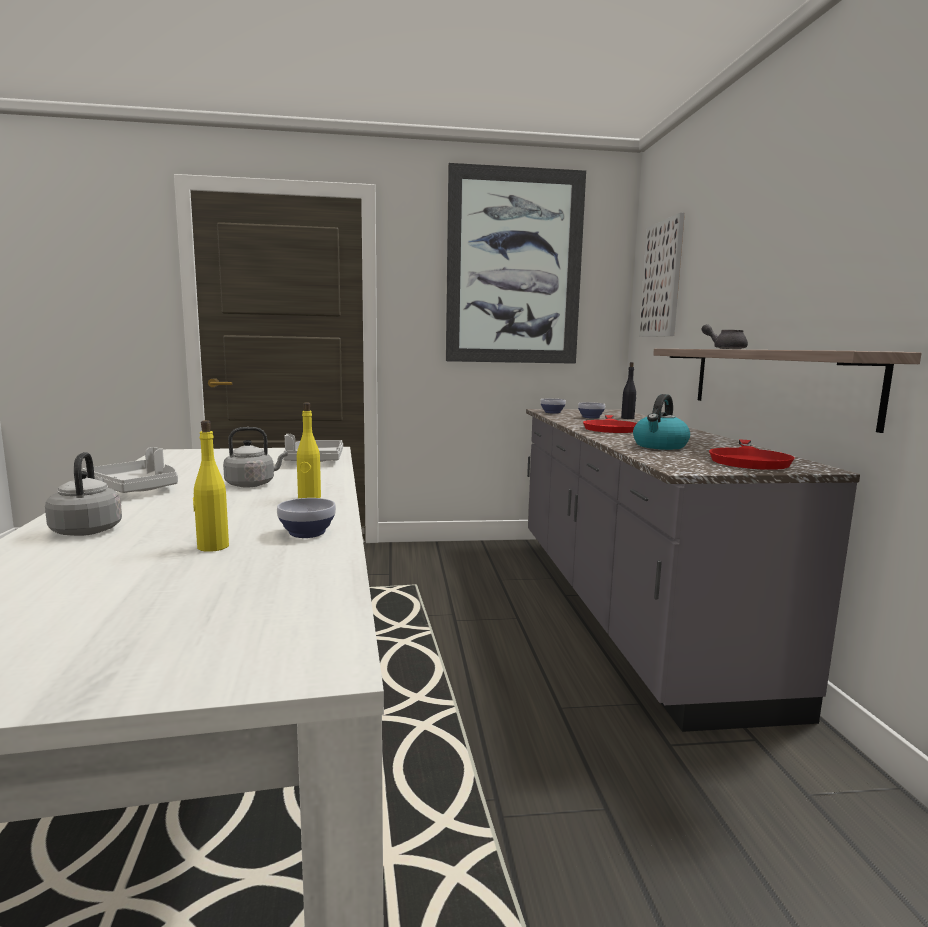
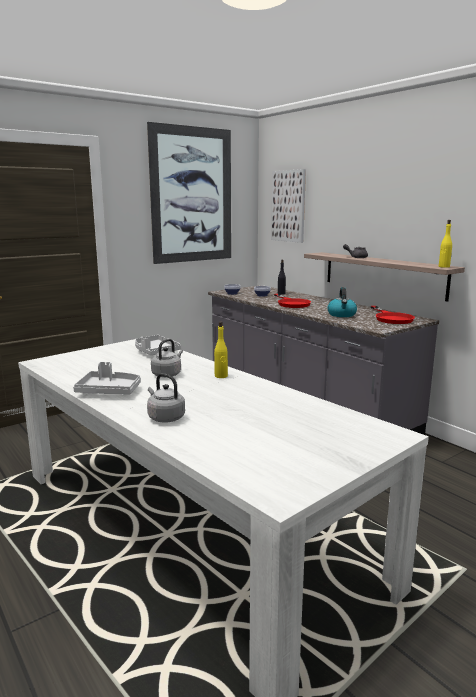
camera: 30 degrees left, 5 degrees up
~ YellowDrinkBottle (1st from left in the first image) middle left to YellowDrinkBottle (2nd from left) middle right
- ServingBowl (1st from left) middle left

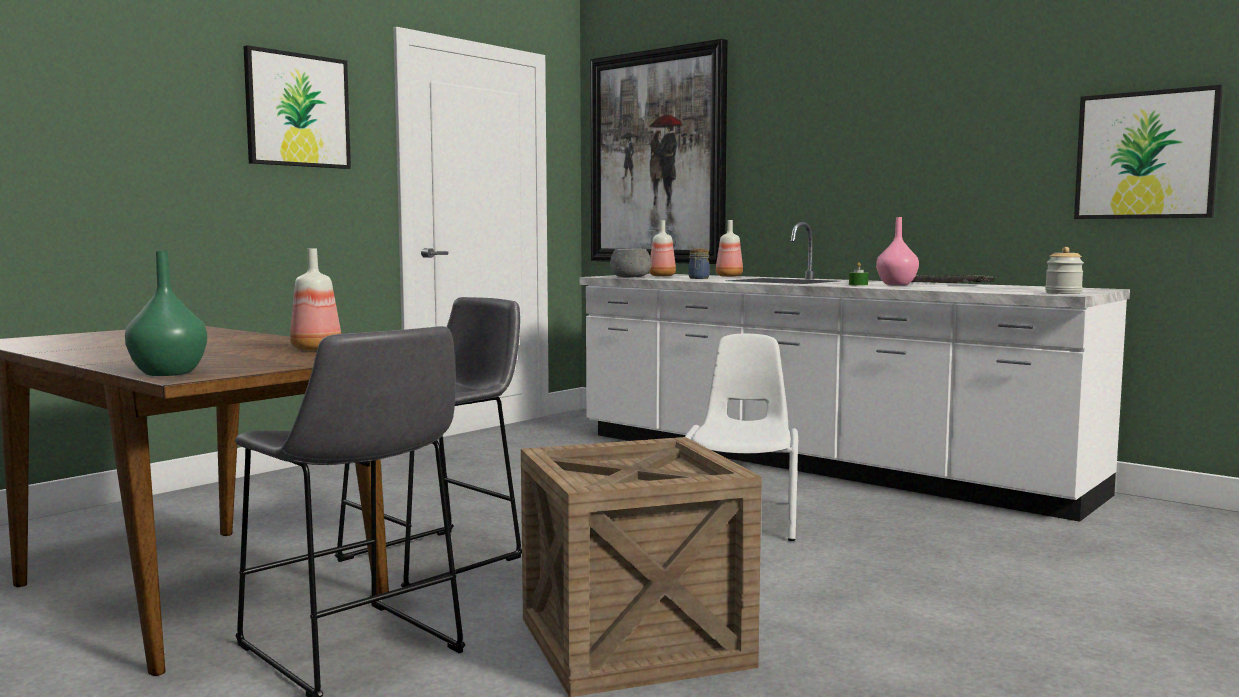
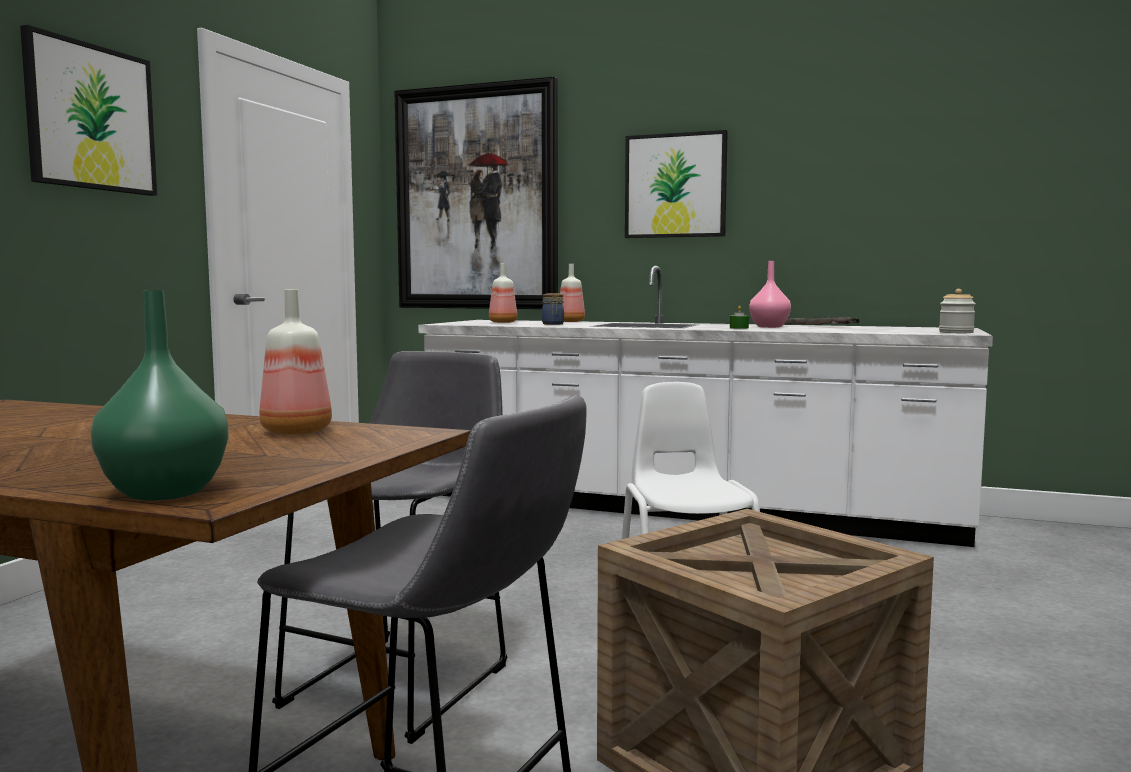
camera: 20 degrees left, 0 degrees up
~ WallArt (3rd from left) top right to top centre
- GreyishServingBowl centre

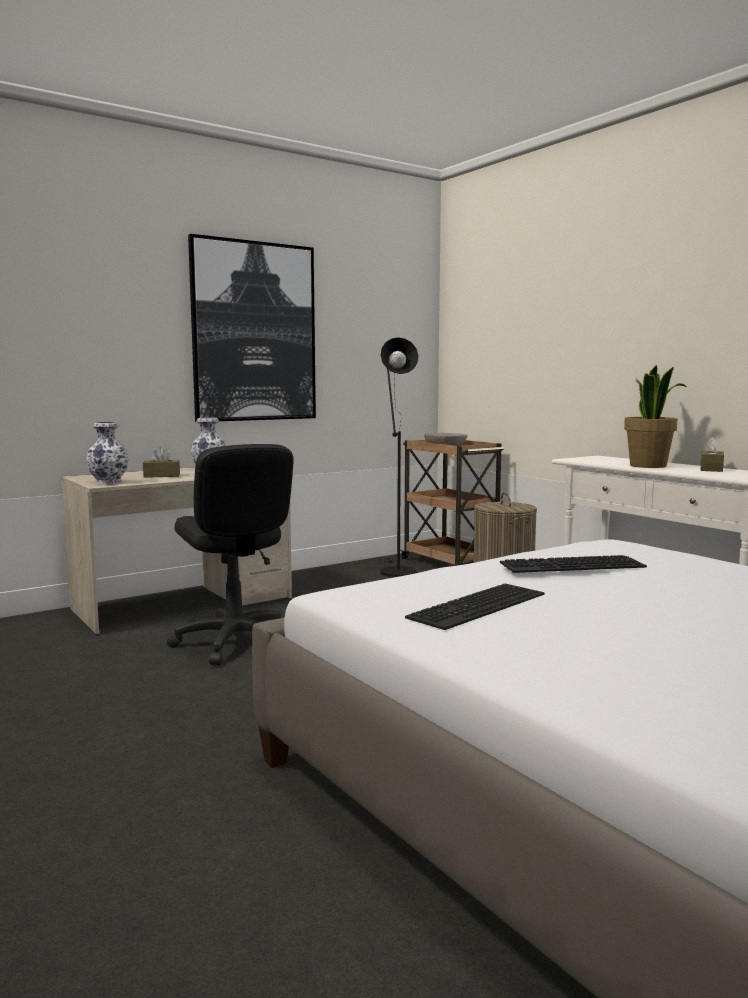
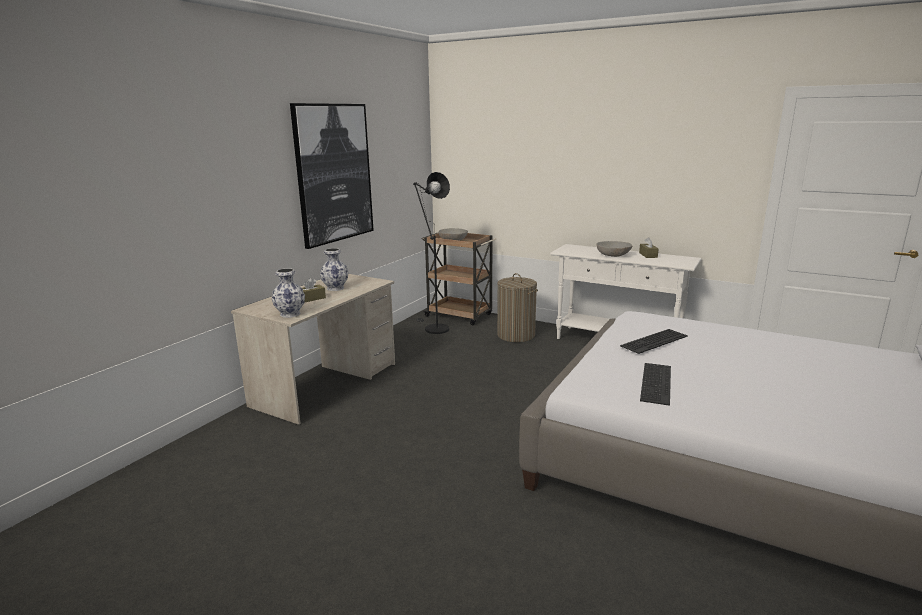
camera: 25 degrees left, 10 degrees up
~ PottedPlant middle right to GreyishServingBowl (2nd from left) centre
- BlackishOfficeChair middle left

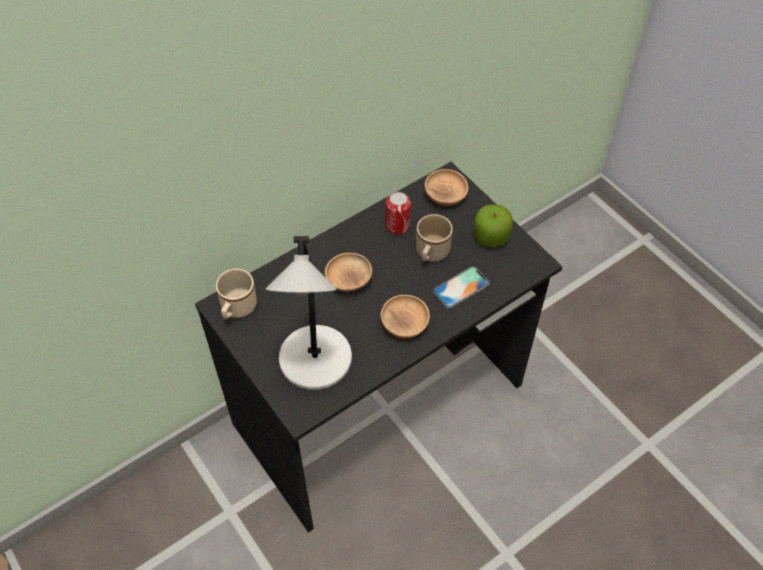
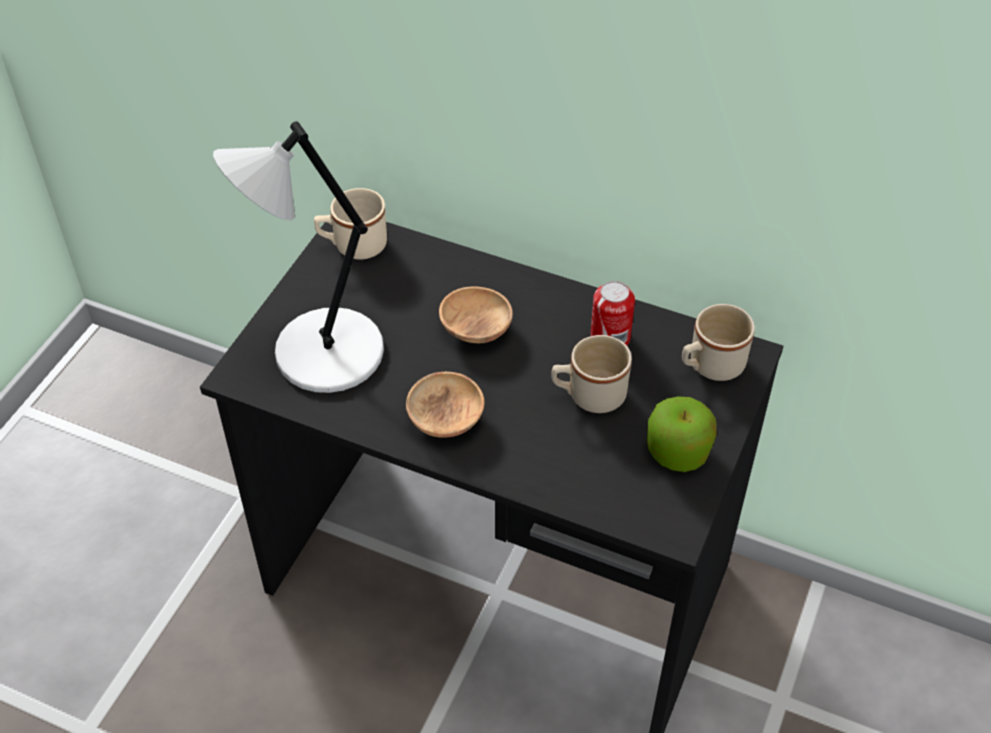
camera: 60 degrees right, 5 degrees down
~ BrownishServingBowl (3rd from left) top centre to SandColouredMug (3rd from left) middle right
- Telephone centre

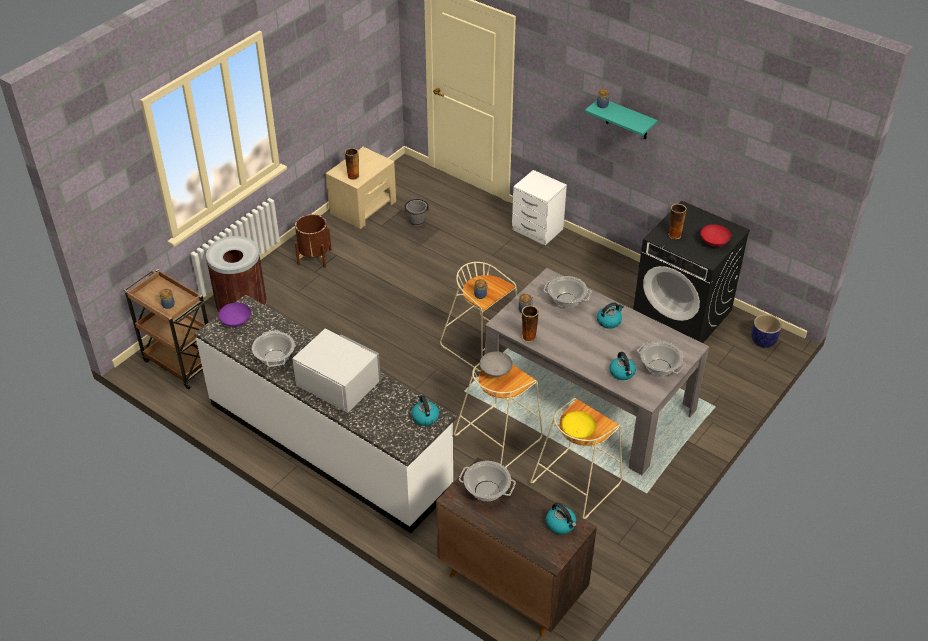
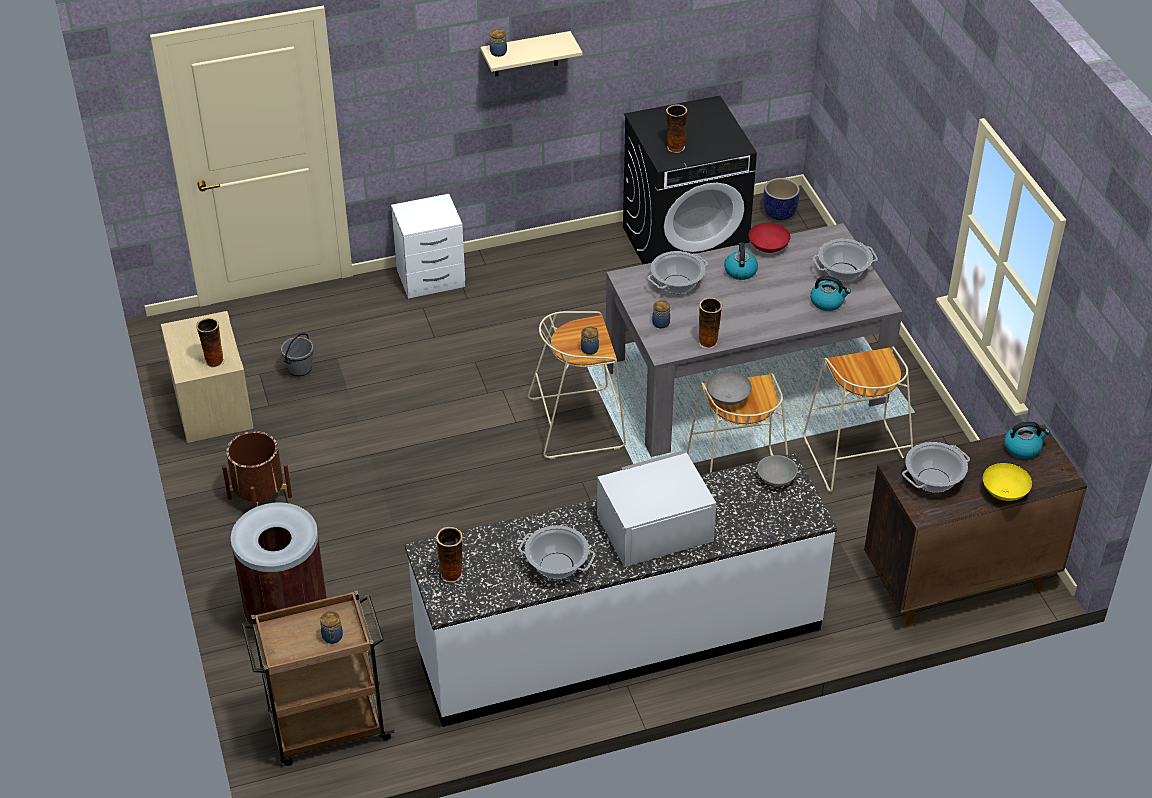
camera: 55 degrees left, 0 degrees up
~ TurquoiseBracketShelf top right to SandColouredBracketShelf top centre
~ RedServingBowl middle right to top right
~ PurplishServingBowl middle left to DecorativeVase (2nd from left) bottom centre
~ Kettle (1st from left) centre to GreyishServingBowl (2nd from left) middle right
~ YellowServingBowl centre to middle right

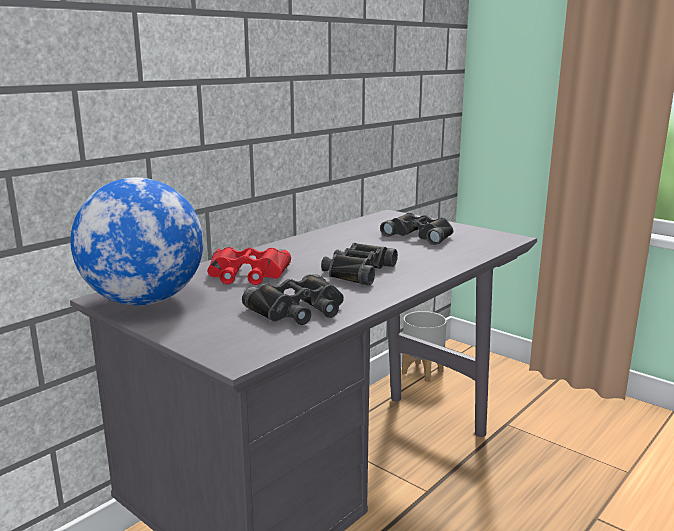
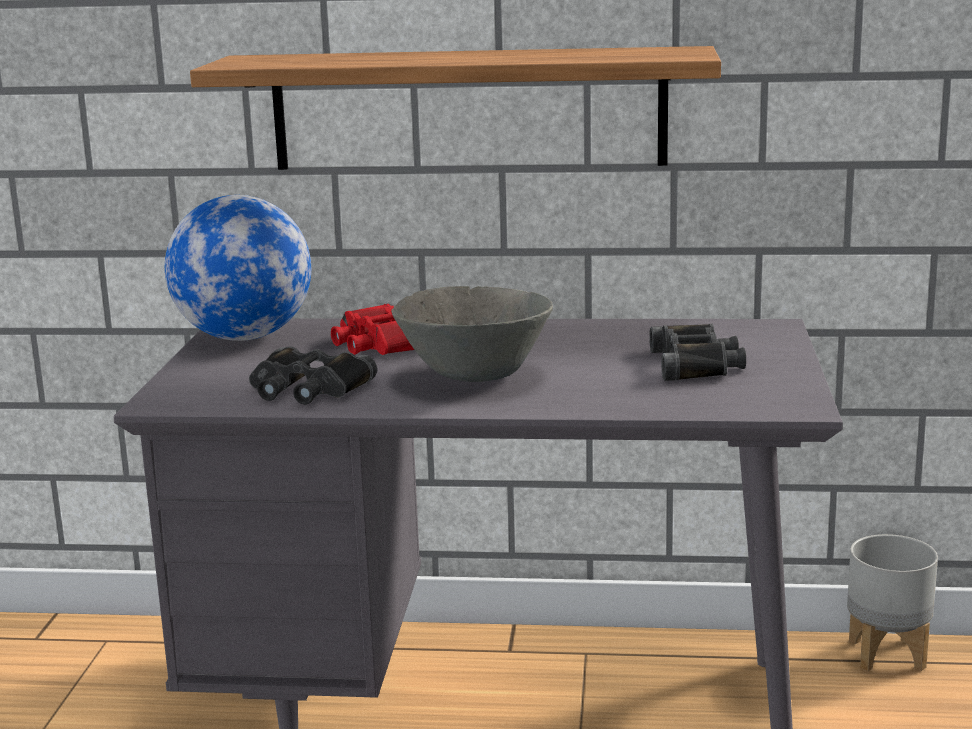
camera: 55 degrees right, 0 degrees up
~ BlackishBinoculars (2nd from left) centre to GreyishServingBowl centre
+ BracketShelf top centre

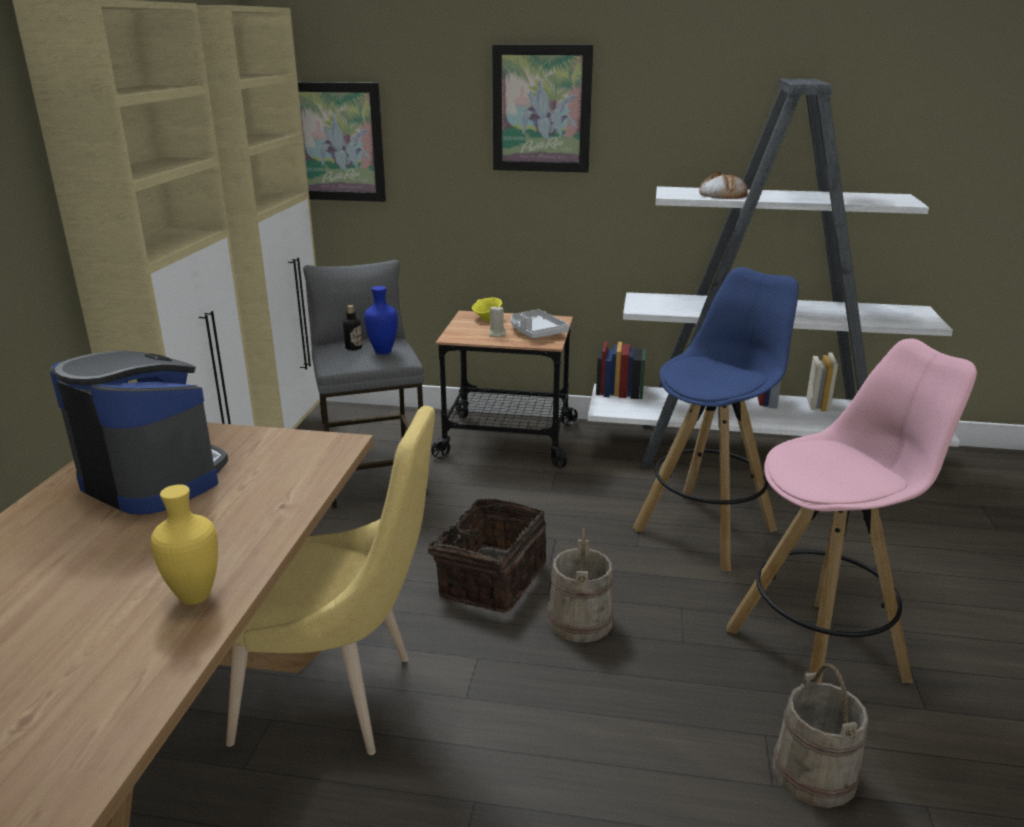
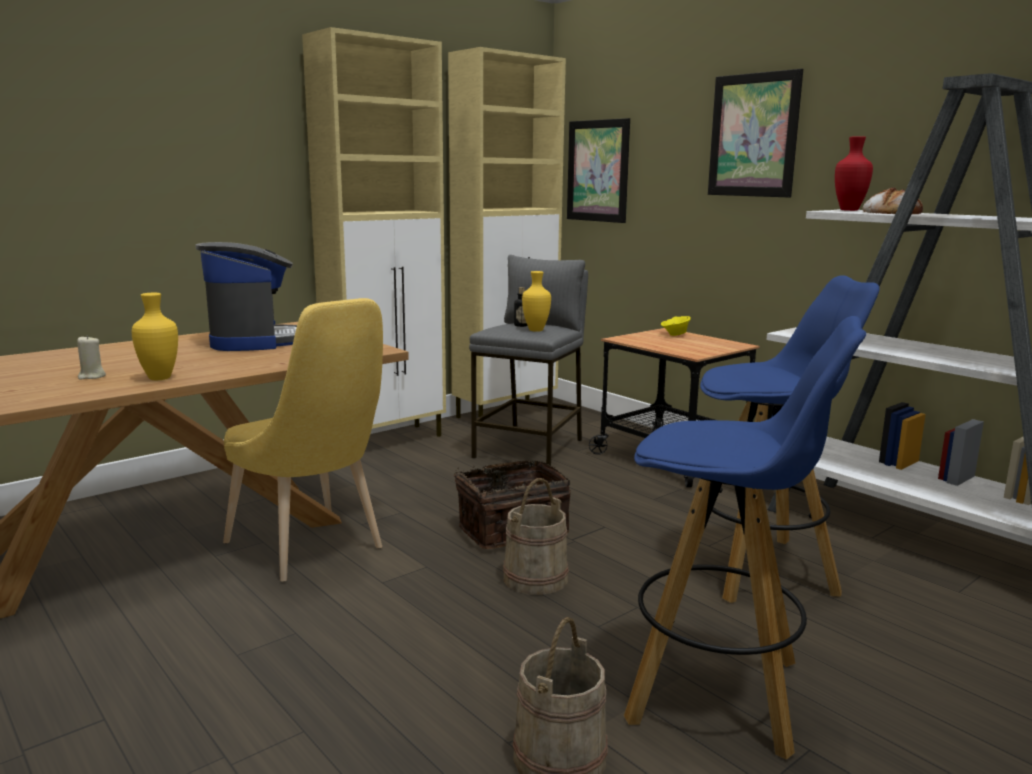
camera: 40 degrees right, 10 degrees down
~ BluishDecorativeVase centre to YellowDecorativeVase (2nd from left) centre
~ SandColouredWaxCandle centre to middle left
- GreyishCarryingTray centre
~ PinkSittingStool middle right to BluishSittingStool (1st from left) bottom right
+ RedDecorativeVase top right

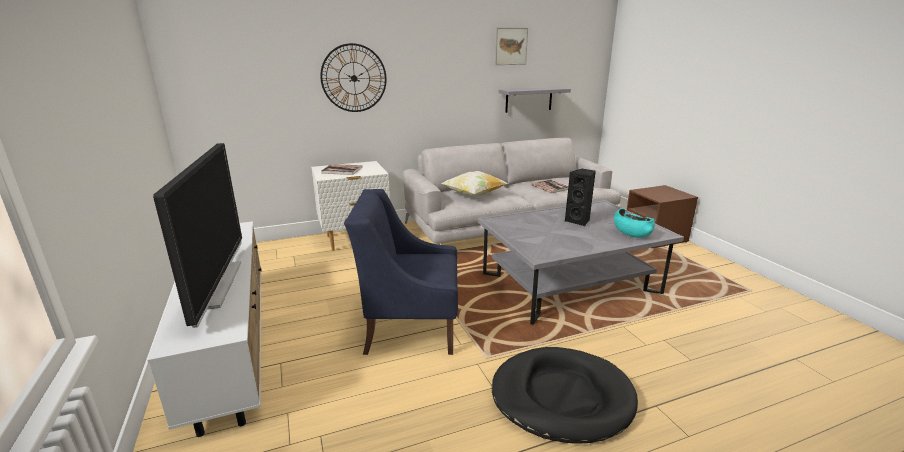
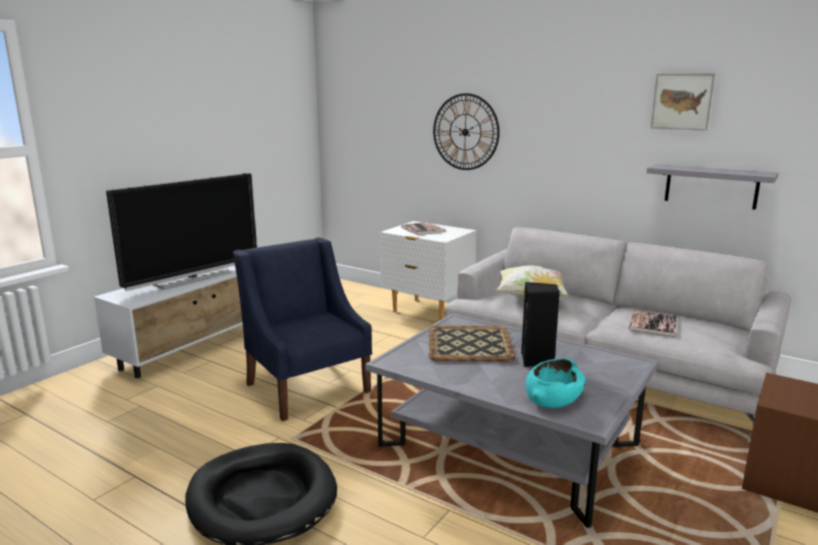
camera: 55 degrees right, 5 degrees down
+ CarryingTray centre

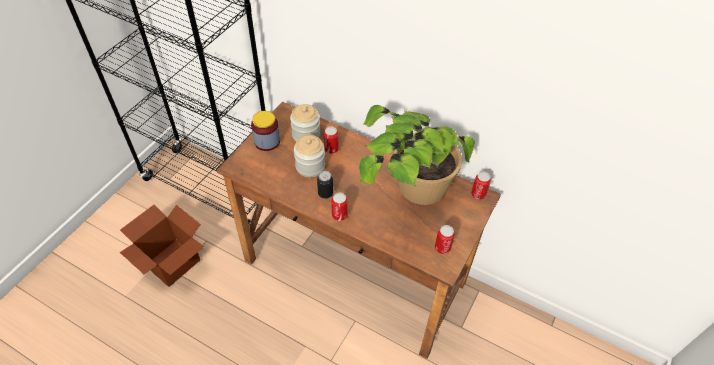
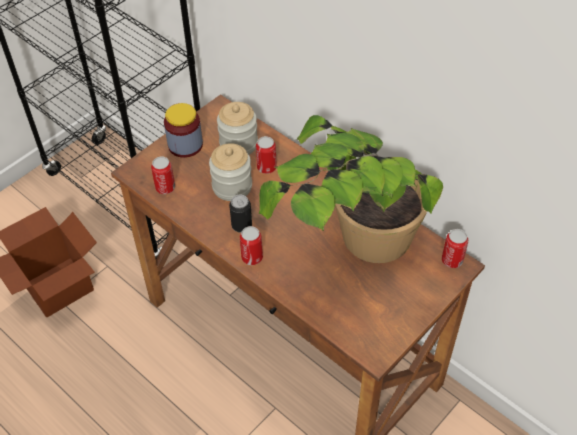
camera: 15 degrees right, 0 degrees up
~ MetalCan (4th from left in the first image) centre to MetalCan (1st from left) middle left

